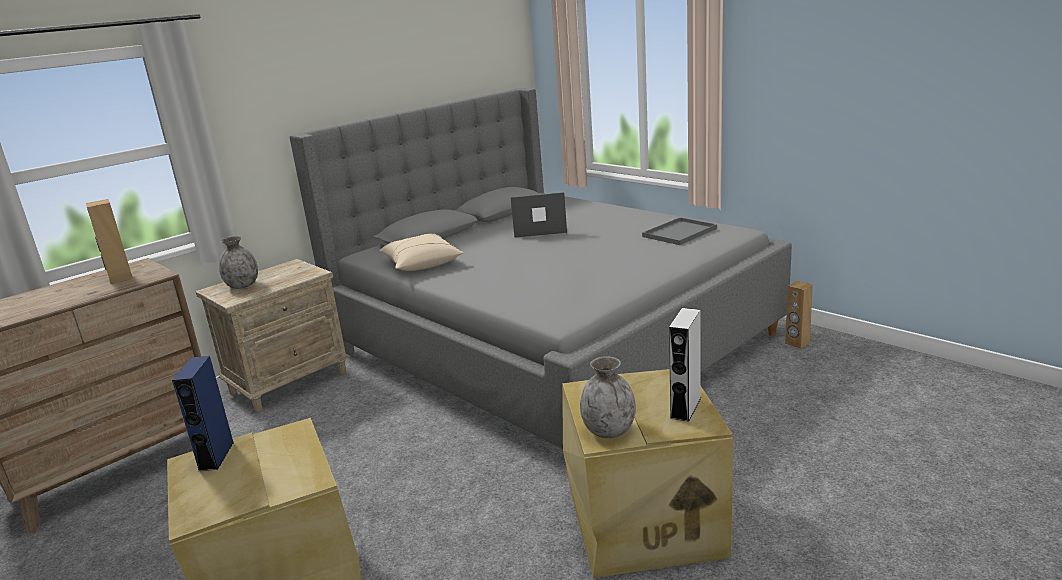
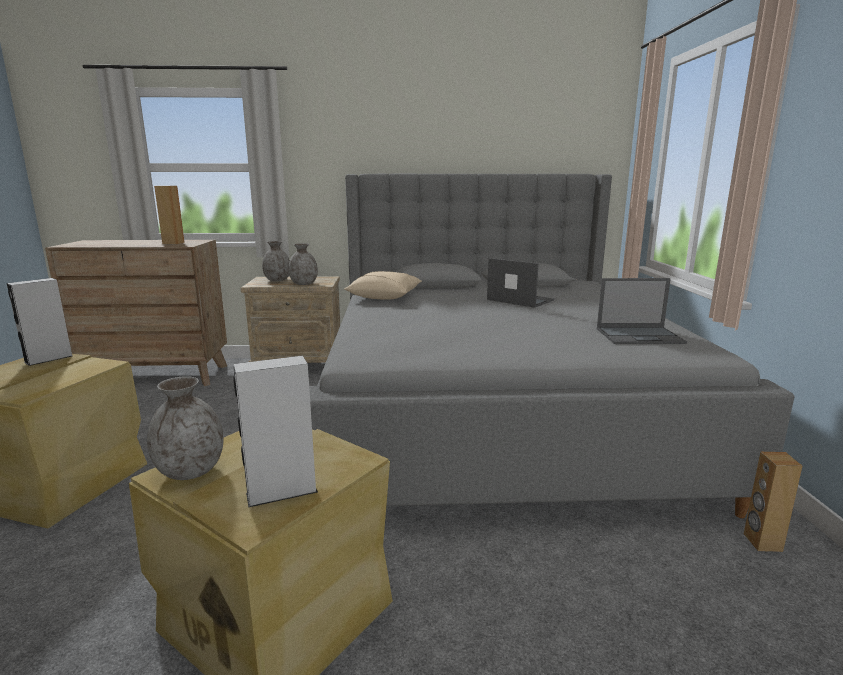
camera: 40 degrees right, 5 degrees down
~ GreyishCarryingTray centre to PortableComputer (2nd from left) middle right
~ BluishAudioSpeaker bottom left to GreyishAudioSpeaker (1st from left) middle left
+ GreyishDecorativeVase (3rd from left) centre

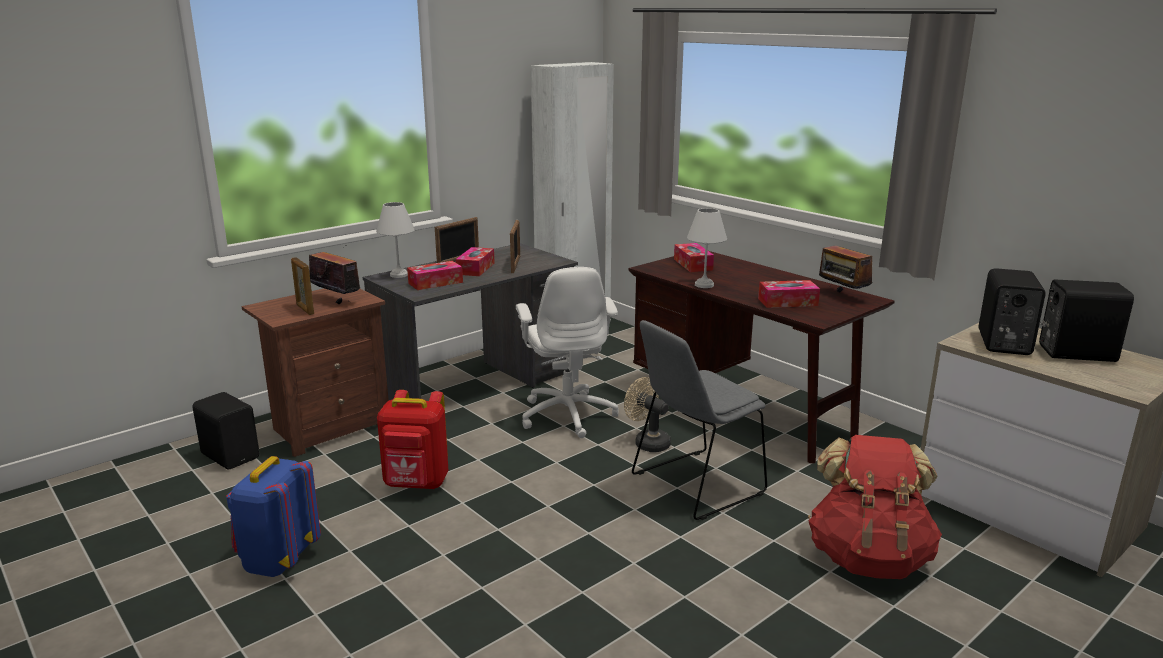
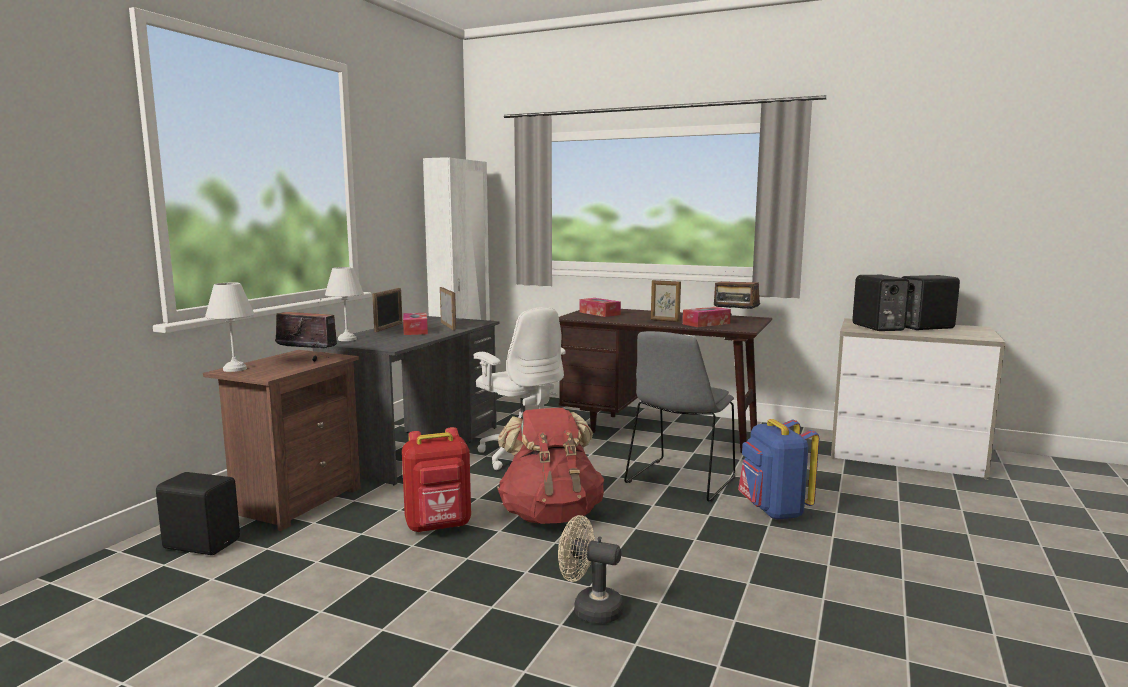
camera: 25 degrees left, 10 degrees down
~ WhiteTabletopLamp (2nd from left in the first image) centre to WhiteTabletopLamp (1st from left) middle left
~ PhotoFrame (1st from left in the first image) middle left to PhotoFrame (3rd from left) centre
- BoxOfTissues (1st from left) centre
~ SandColouredFan centre to bottom centre
~ RedRucksack (2nd from left) bottom right to bottom centre
~ BluishRucksack bottom left to bottom right

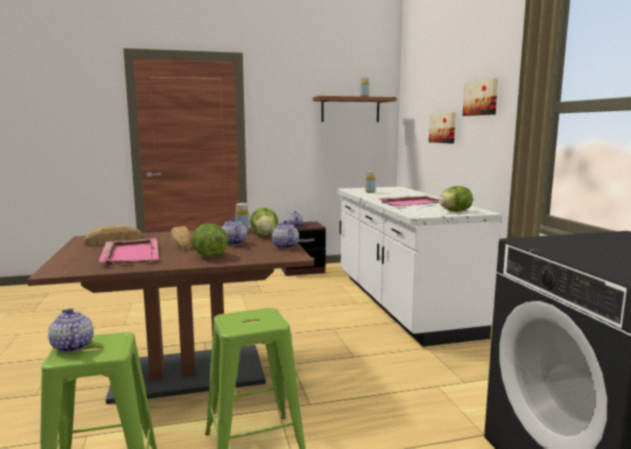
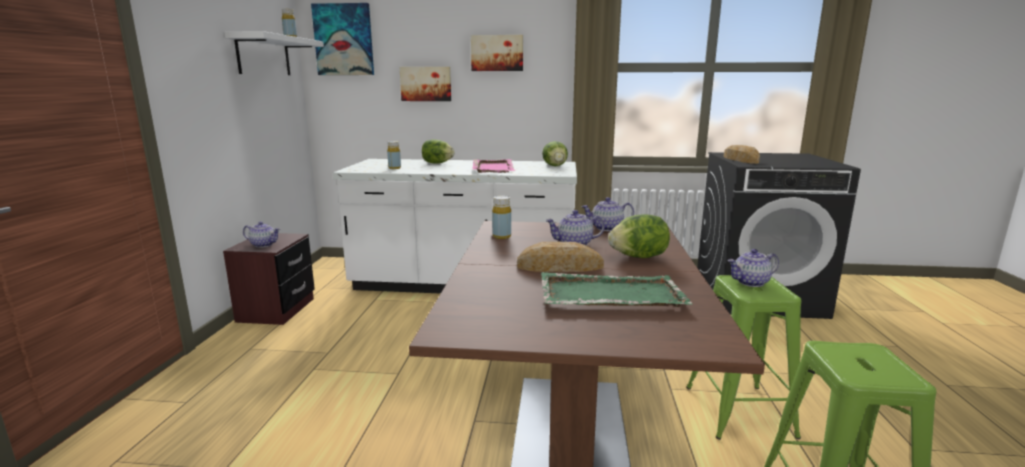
camera: 70 degrees left, 5 degrees up
~ BrownishBracketShelf top centre to WhiteBracketShelf top left
~ Lettuce (2nd from left in the first image) centre to Lettuce (1st from left) top centre
~ BakedBread (1st from left in the first image) middle left to BakedBread (2nd from left) top right
~ PinkCarryingTray (1st from left) middle left to GreenishCarryingTray centre
~ Teapot (1st from left in the first image) bottom left to Teapot (4th from left) middle right
+ WallArt (1st from left) top centre

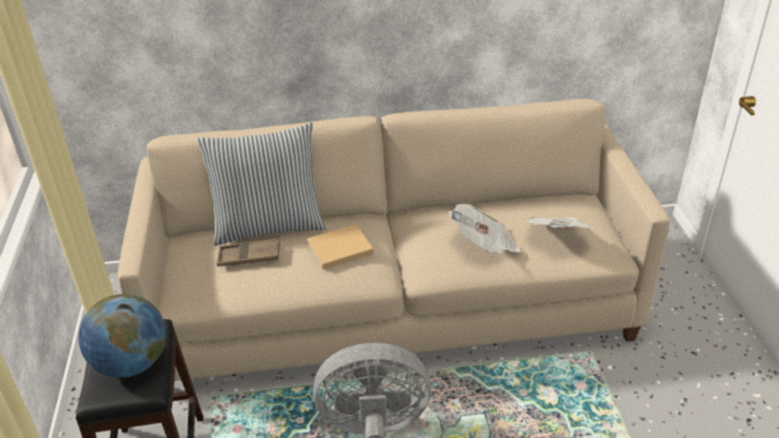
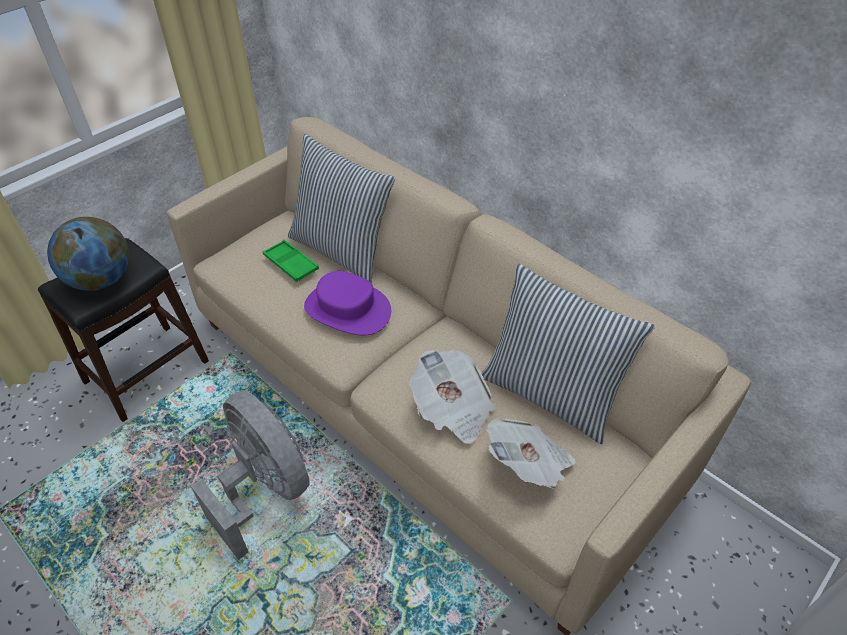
camera: 50 degrees right, 10 degrees up
~ SandColouredBook centre to PurplishHat centre
~ BrownishCarryingTray middle left to GreenishCarryingTray centre
+ ThrowPillow (2nd from left) middle right

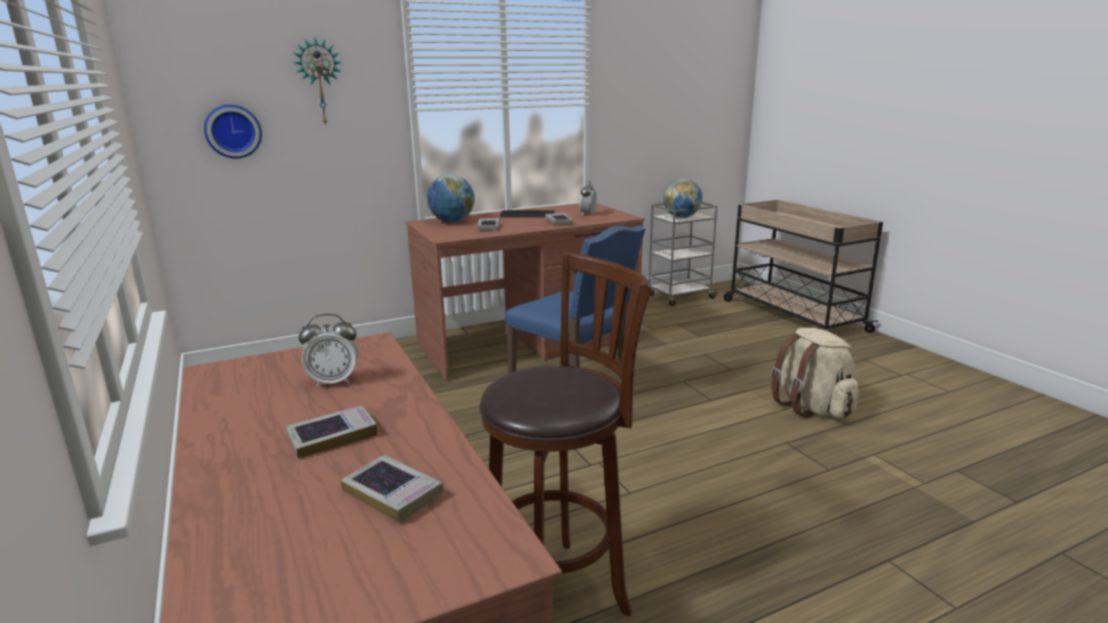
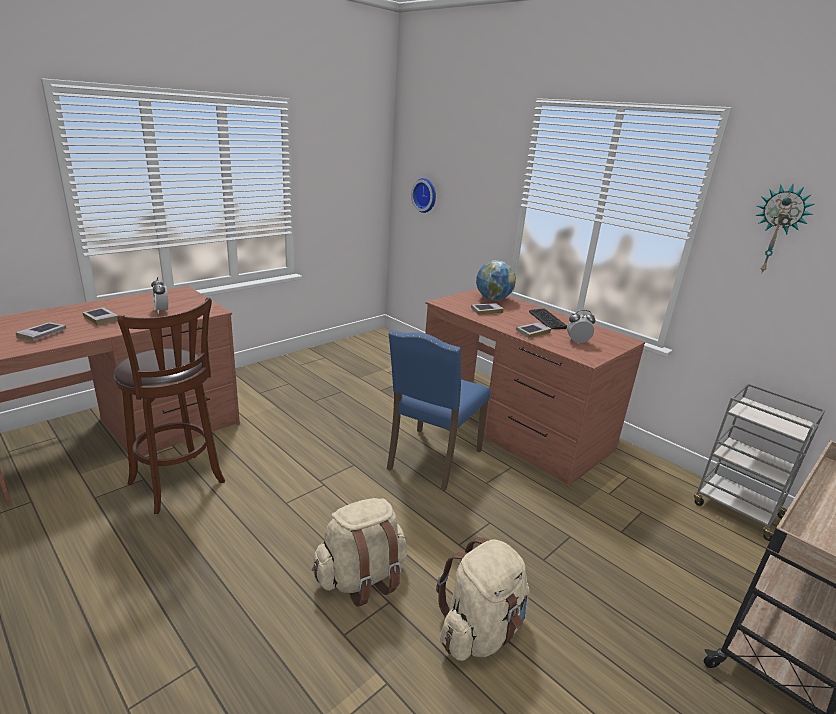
camera: 70 degrees right, 5 degrees up
~ HangingClock (2nd from left) top left to top right
- Globe (2nd from left) top centre
+ SandColouredRucksack (1st from left) bottom centre

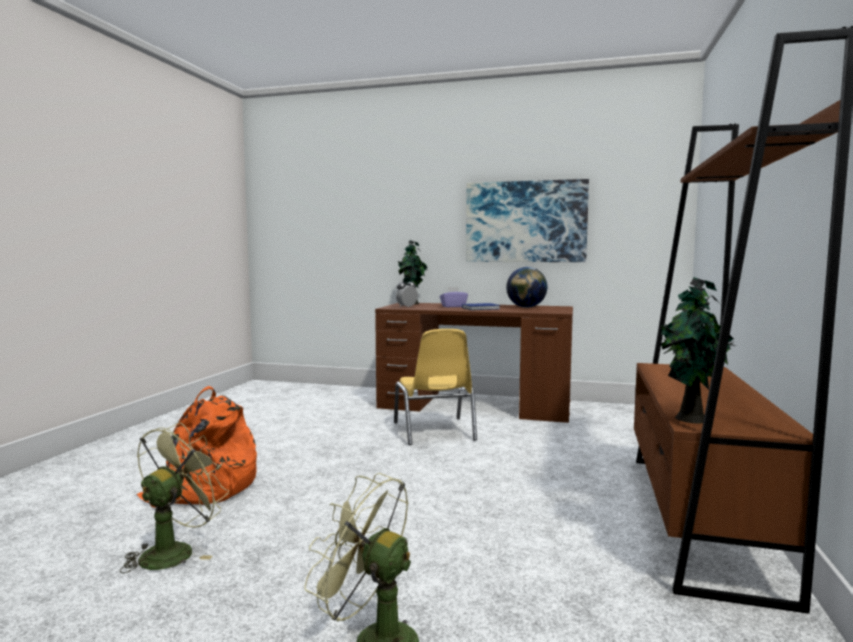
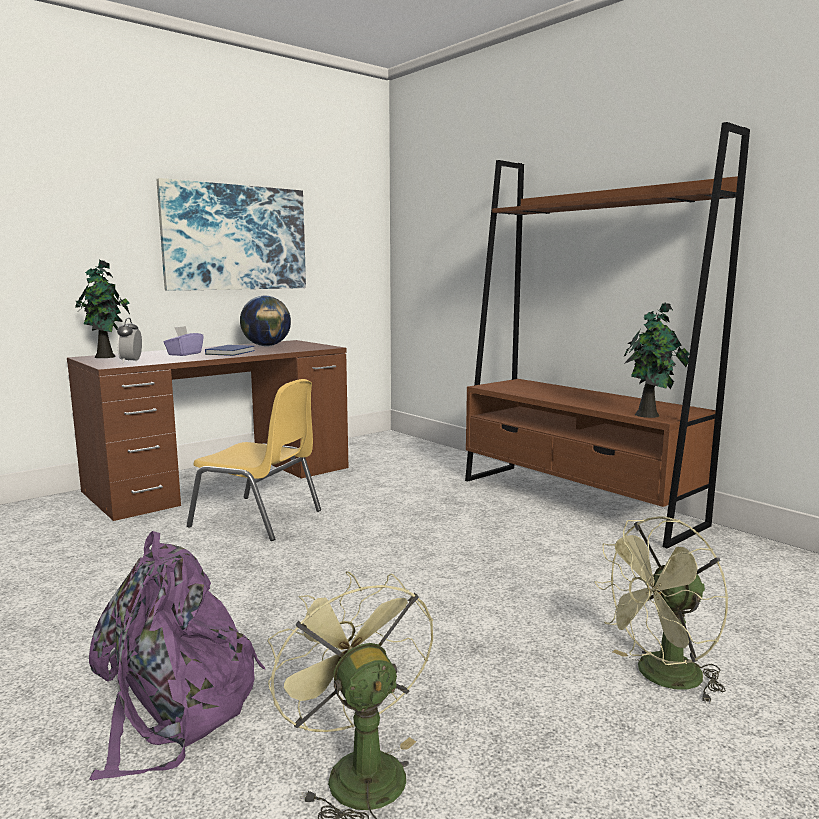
camera: 55 degrees left, 5 degrees up
~ OrangeRucksack bottom left to PurplishRucksack bottom left

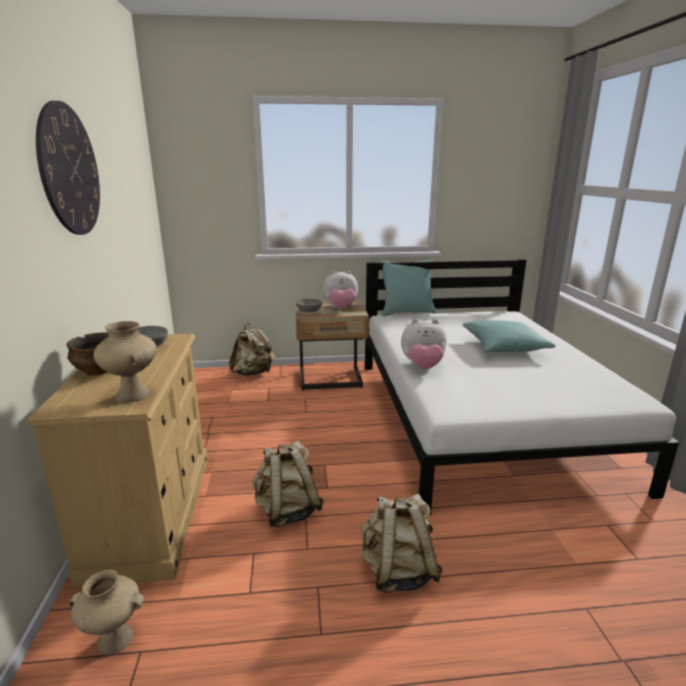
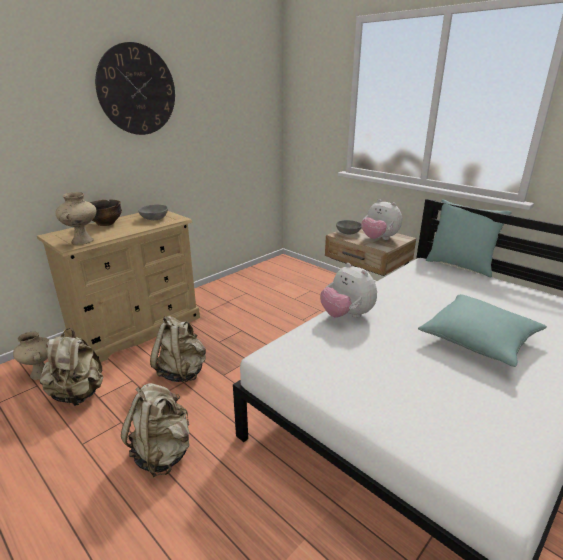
camera: 50 degrees right, 5 degrees up
~ SandColouredRucksack (1st from left) centre to middle left

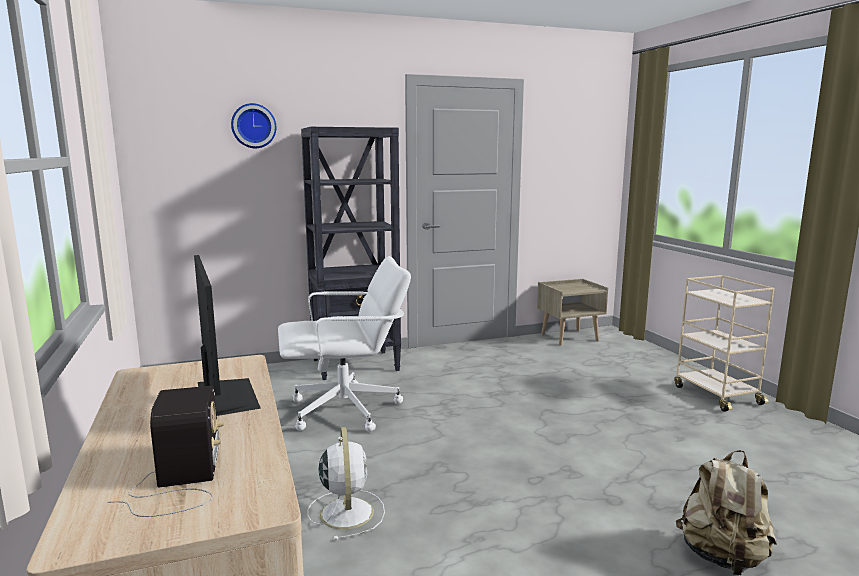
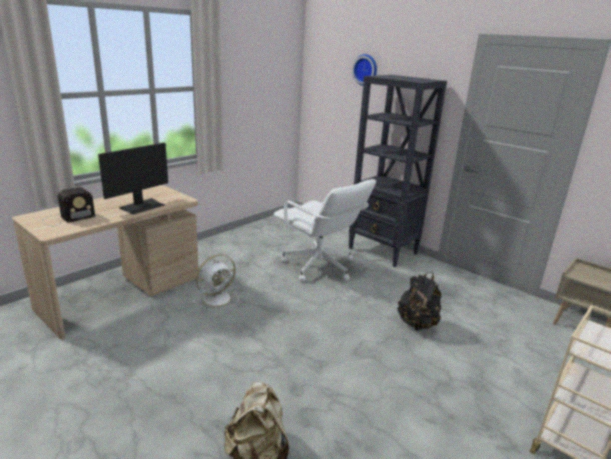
camera: 60 degrees right, 10 degrees up
+ BlackishRucksack middle right

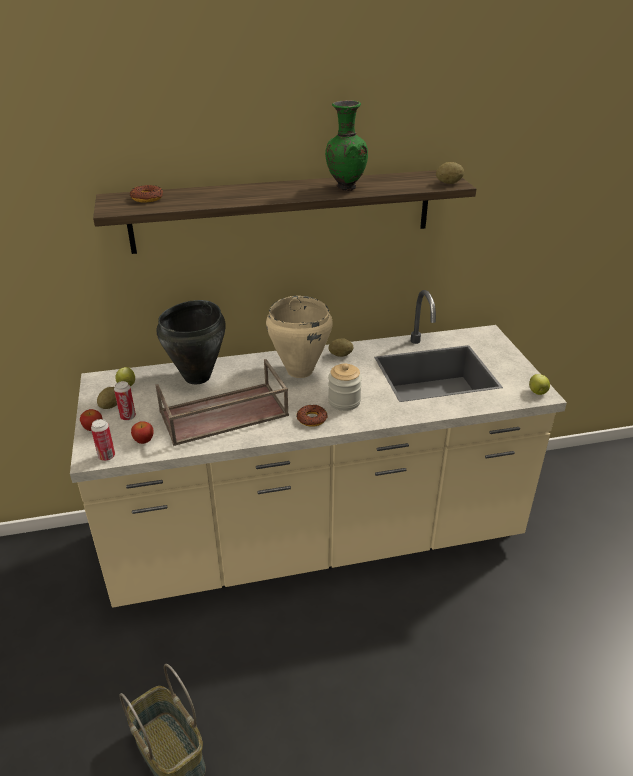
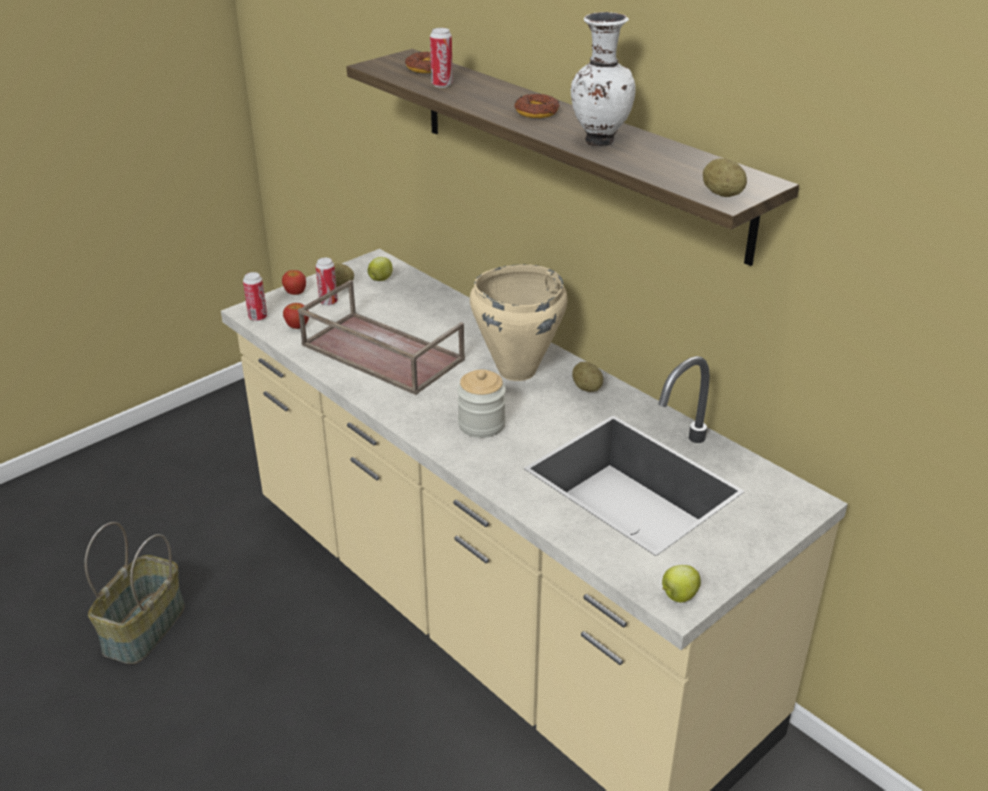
camera: 60 degrees right, 0 degrees up
~ GreenishDecorativeVase top centre to WhiteDecorativeVase top centre
- BlackishCookingPot middle left
~ RingDoughnut (2nd from left) centre to top centre
+ MetalCan (3rd from left) top centre

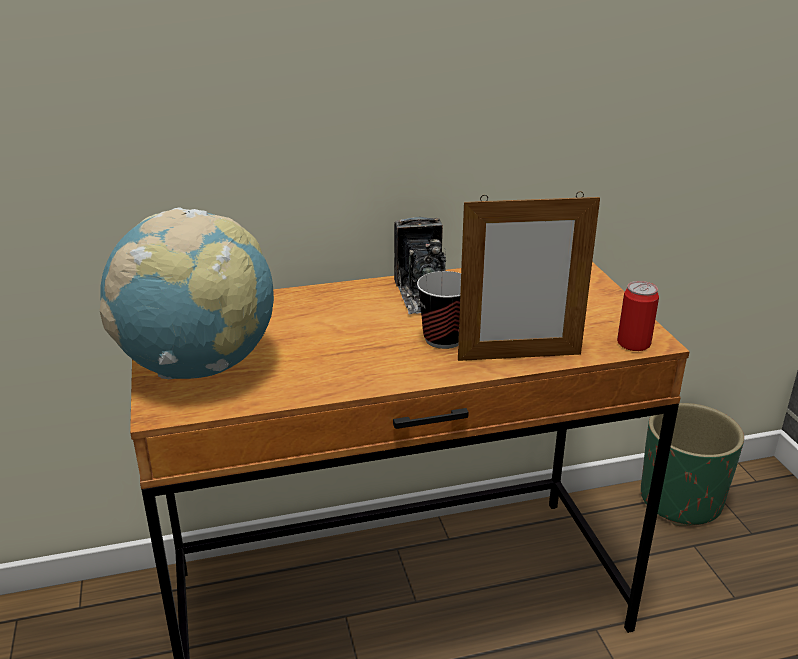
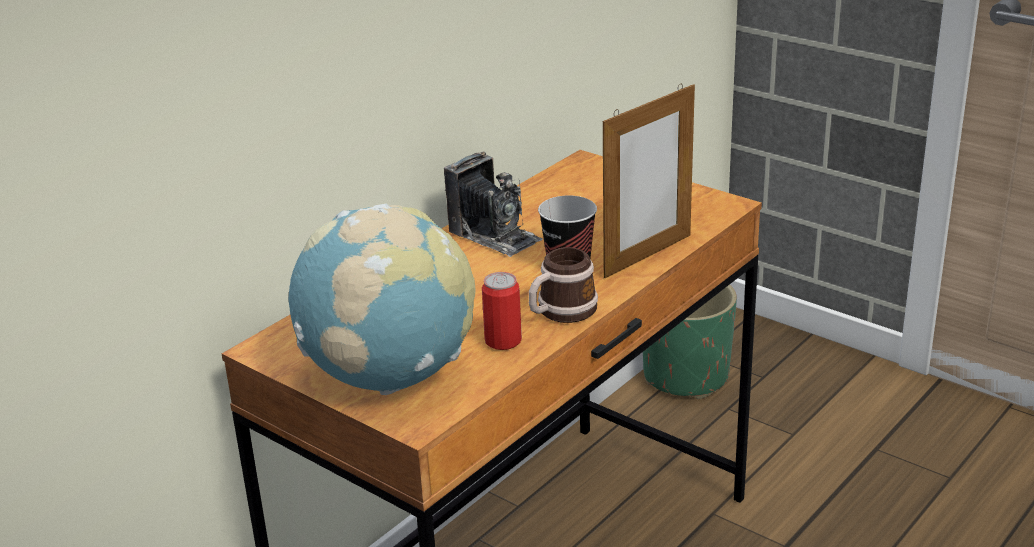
camera: 35 degrees left, 0 degrees up
~ MetalCan middle right to centre
+ Mug centre

